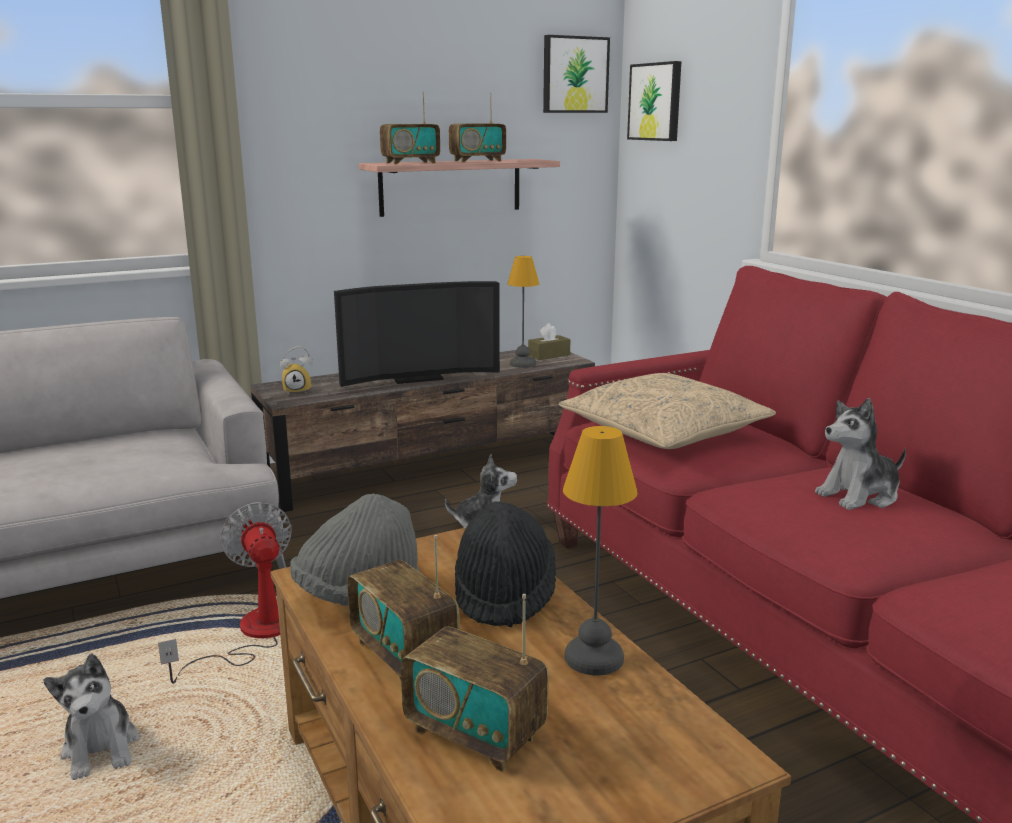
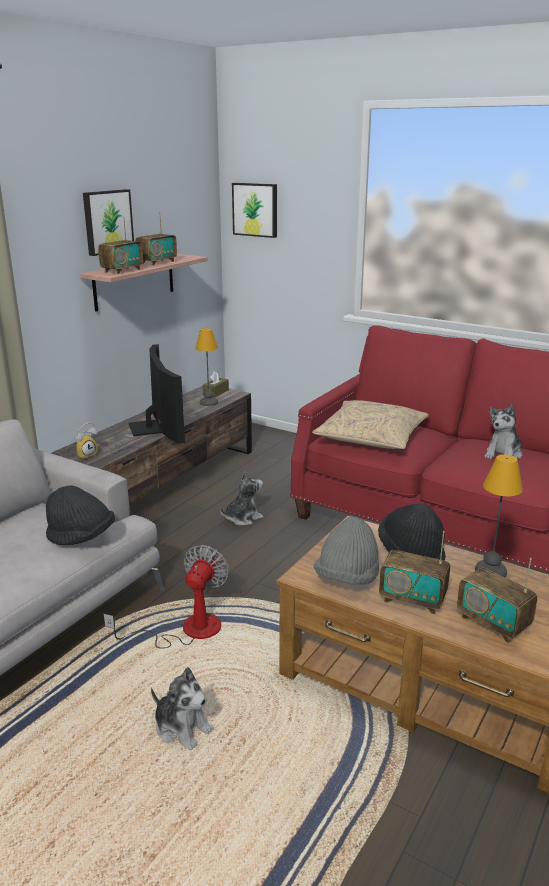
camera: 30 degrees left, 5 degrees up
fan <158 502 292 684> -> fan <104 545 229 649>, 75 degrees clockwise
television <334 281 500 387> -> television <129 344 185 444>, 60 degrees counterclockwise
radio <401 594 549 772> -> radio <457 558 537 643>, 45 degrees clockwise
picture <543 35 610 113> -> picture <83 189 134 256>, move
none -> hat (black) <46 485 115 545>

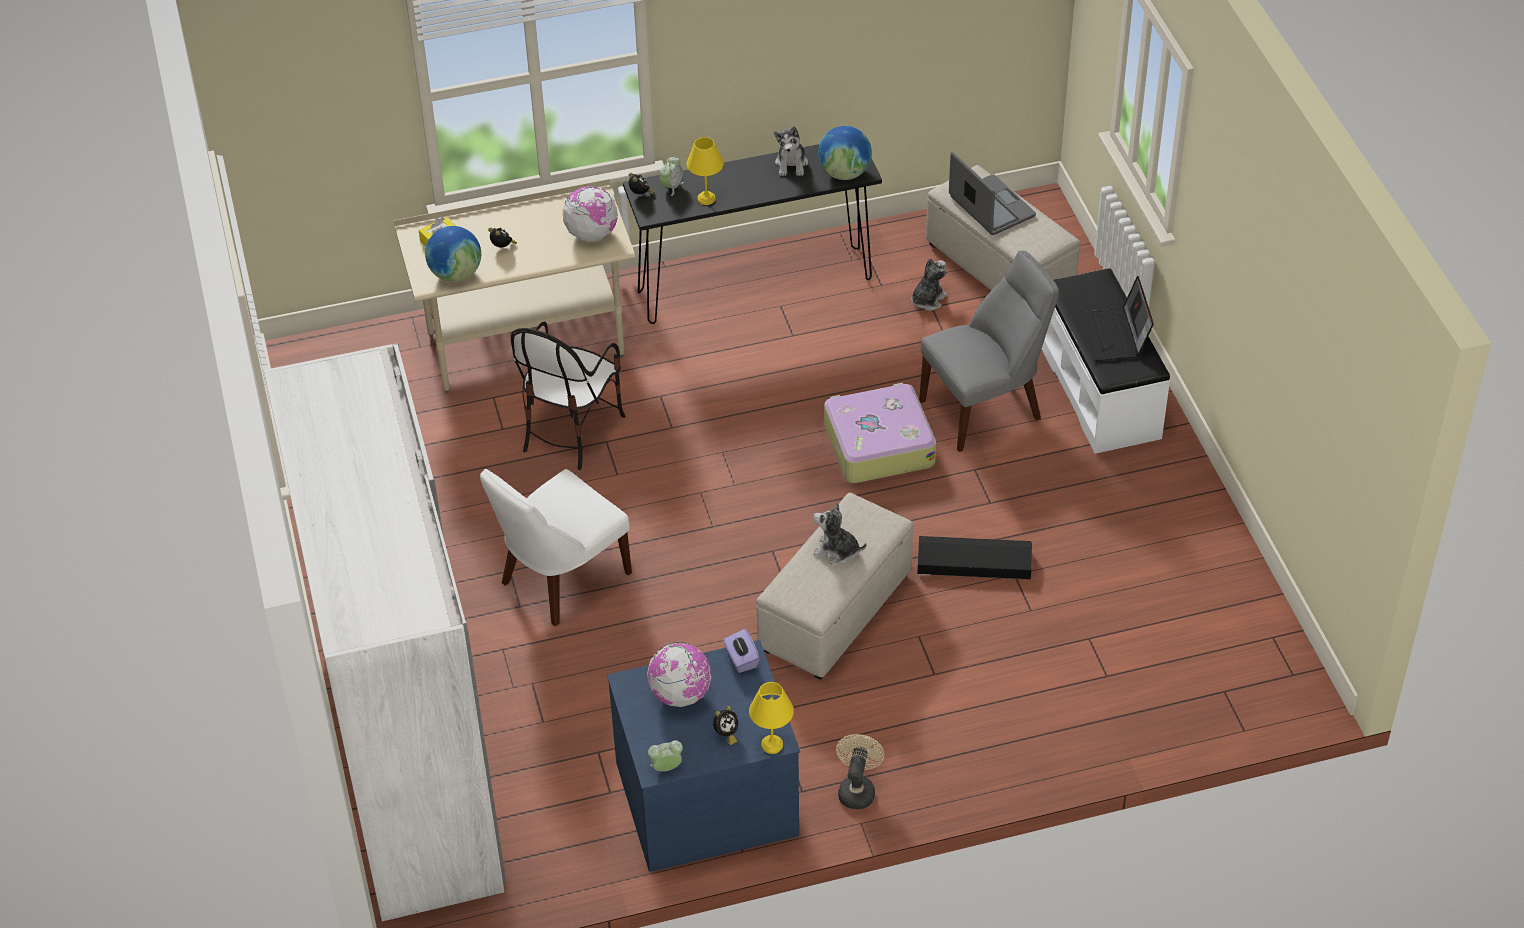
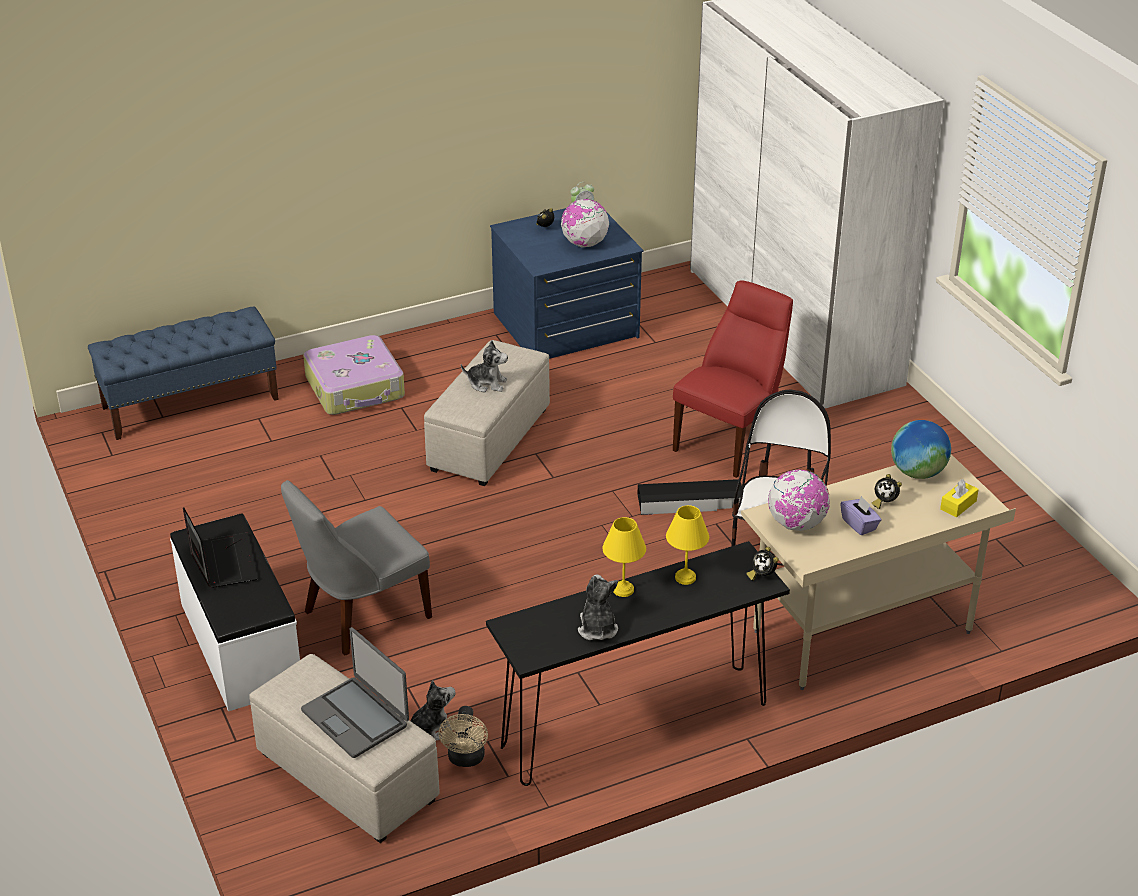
camera: 170 degrees right, 10 degrees down
chair (white) <480 469 632 626> -> chair (red) <673 280 793 478>
alarm clock <660 157 684 196> -> none
tissue box (purple) <723 629 760 673> -> tissue box (purple) <840 496 882 536>, move
table lamp (yellow) <749 682 794 754> -> table lamp (yellow) <603 517 646 597>, move
globe <818 126 872 180> -> none
suitcase <824 383 936 483> -> suitcase <303 335 405 415>, move
fan (beige) <836 734 885 809> -> fan (beige) <438 706 488 767>, move
plush toy <911 258 948 311> -> plush toy <411 680 456 740>, 150 degrees counterclockwise
storage box (black) <917 536 1032 579> -> storage box (black) <638 479 742 515>, move
none -> bench (blue) <88 307 279 440>

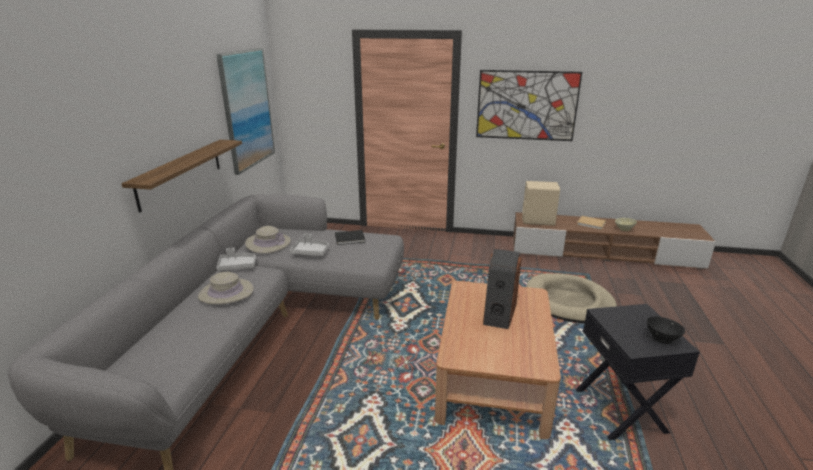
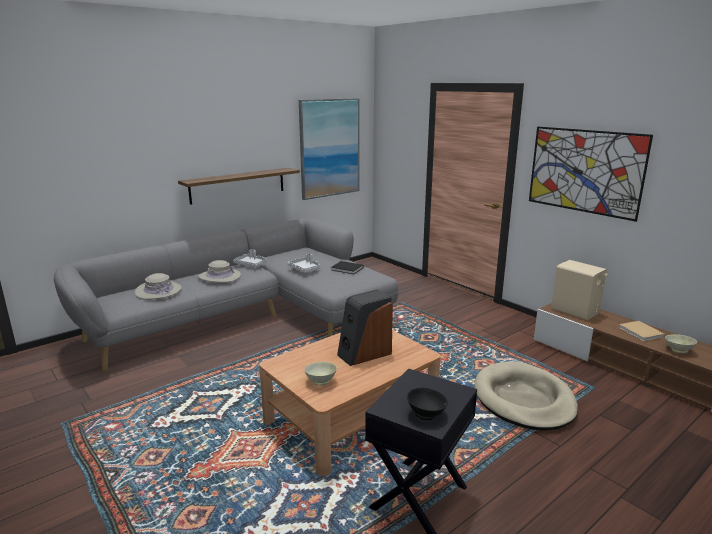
camera: 40 degrees right, 5 degrees down
hat (beige) <245 226 291 254> -> hat (beige) <135 273 182 300>, move
none -> bowl (beige) <304 362 337 386>

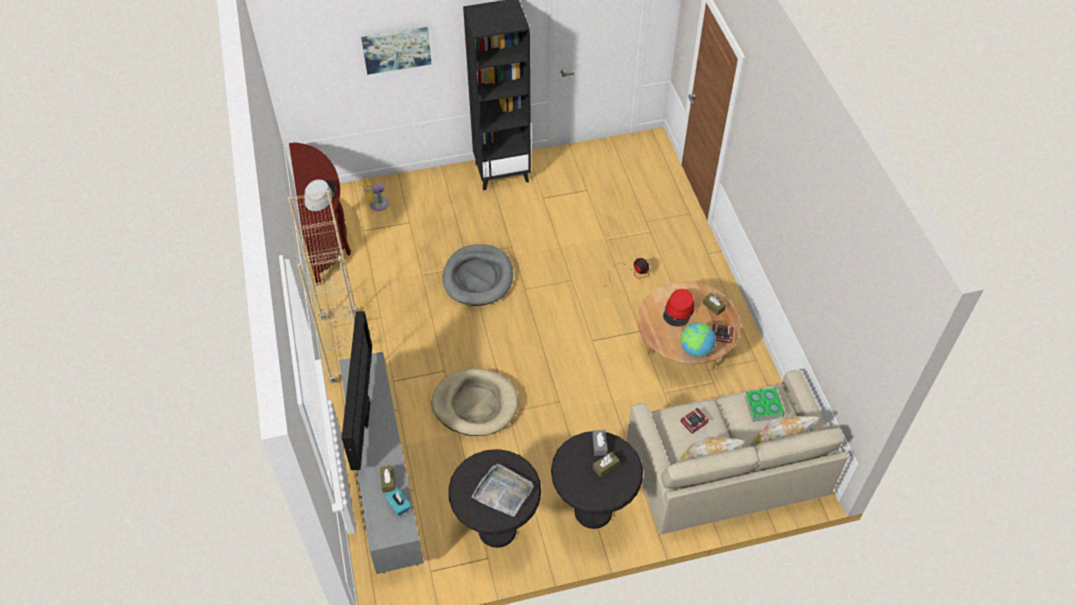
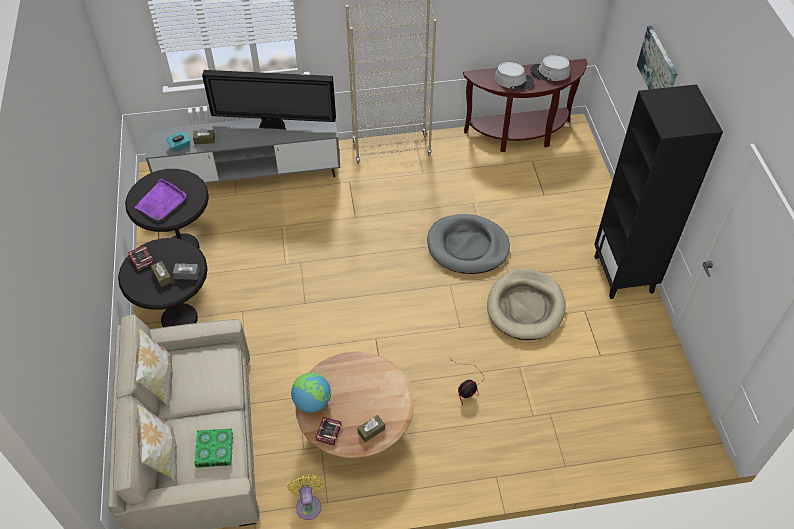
camera: 95 degrees right, 0 degrees up
fan (yellow) <363 178 389 211> -> fan (yellow) <288 474 322 520>, move
dog bed (beige) <432 368 518 436> -> dog bed (beige) <487 269 566 340>, move
tray (grey) <471 464 534 517> -> tray (purple) <135 179 186 221>
hat (red) <663 289 694 327> -> none
book <681 408 709 434> -> book <128 245 154 271>, move
none -> hat (grey) <530 55 570 81>

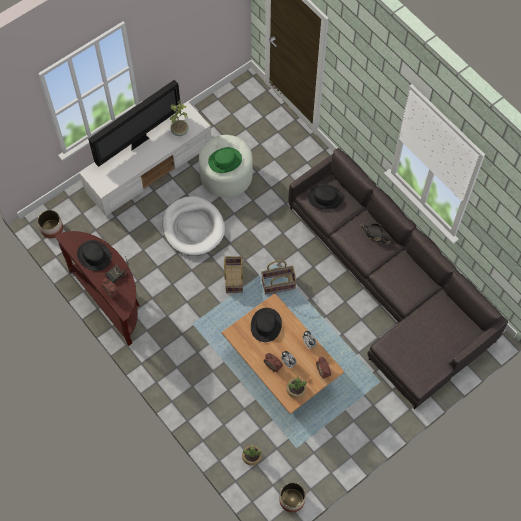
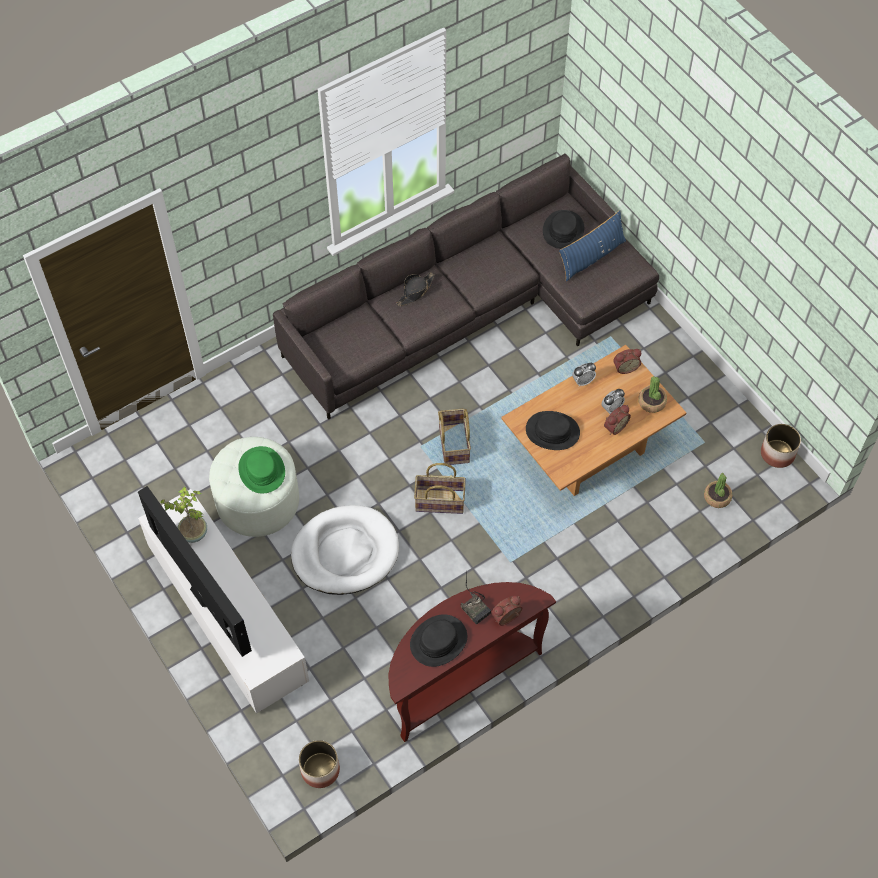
camera: 85 degrees left, 5 degrees down
hat (black) <308 184 343 210> -> hat (black) <543 210 584 249>, move
none -> pillow (blue) <559 210 626 281>

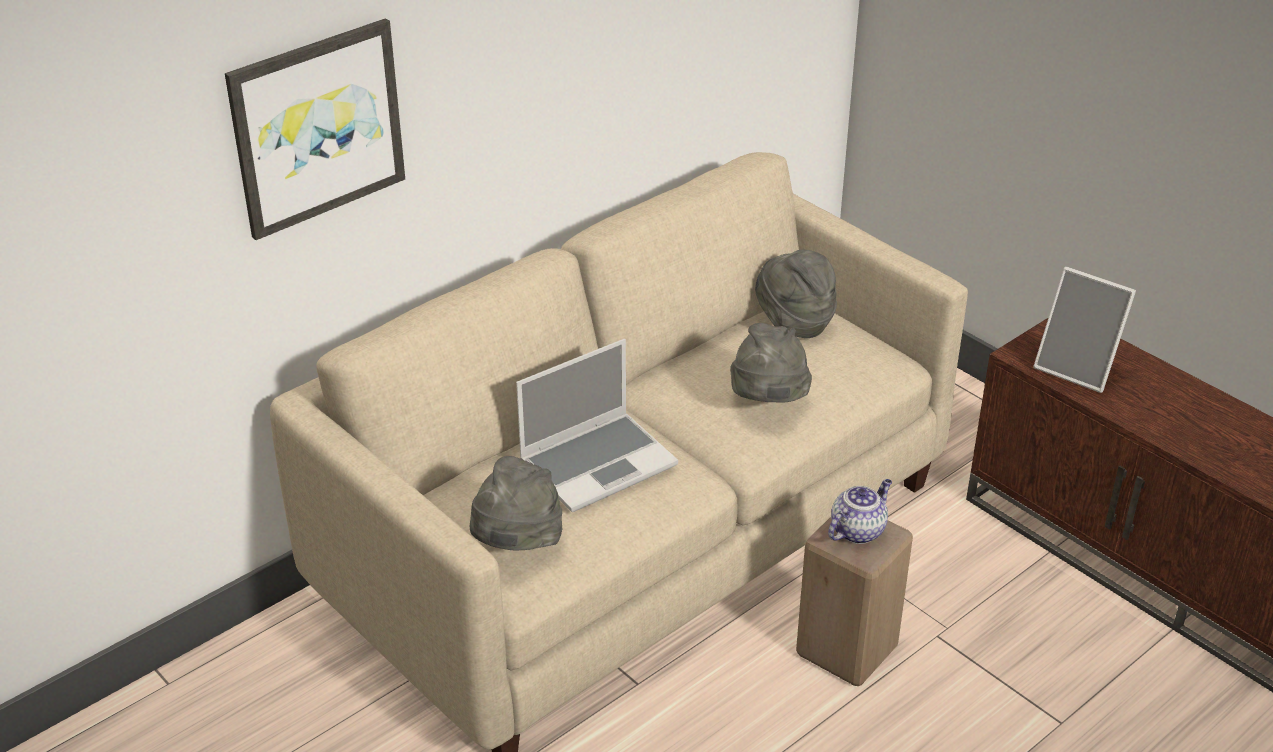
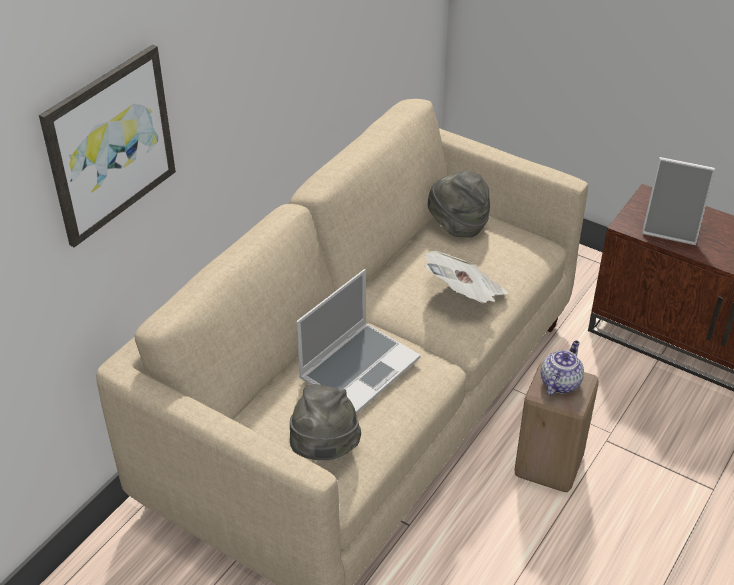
camera: 15 degrees left, 5 degrees up
hat (grey) <730 323 812 403> -> newspaper <424 251 508 304>

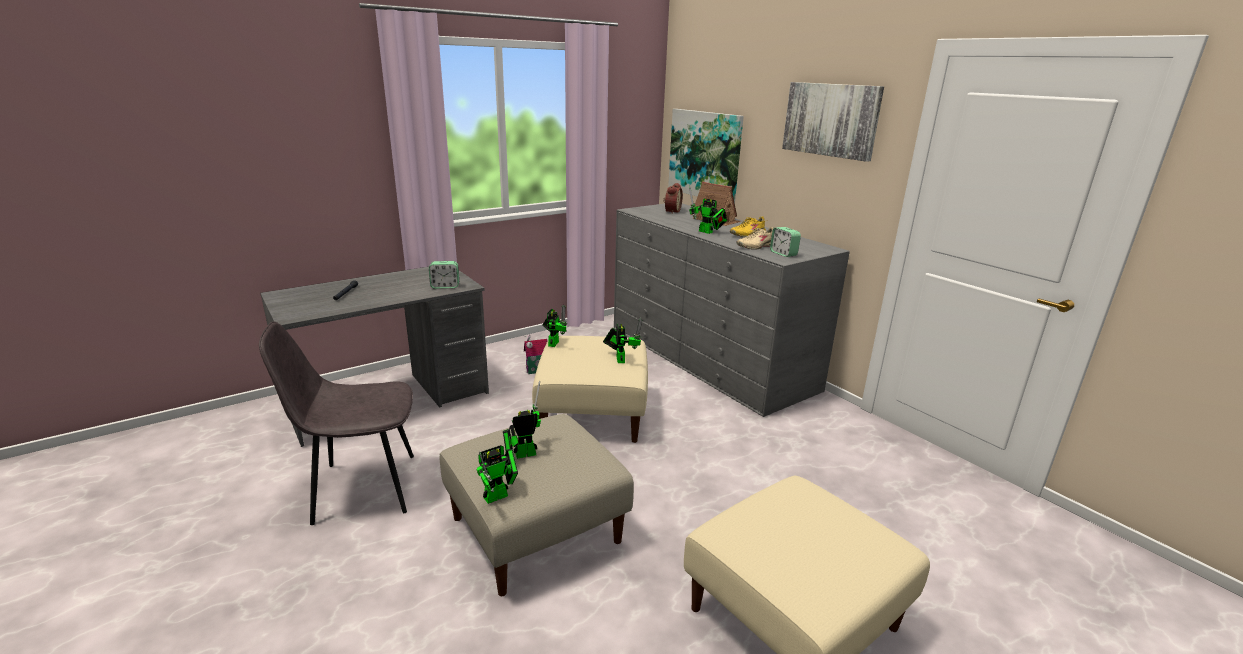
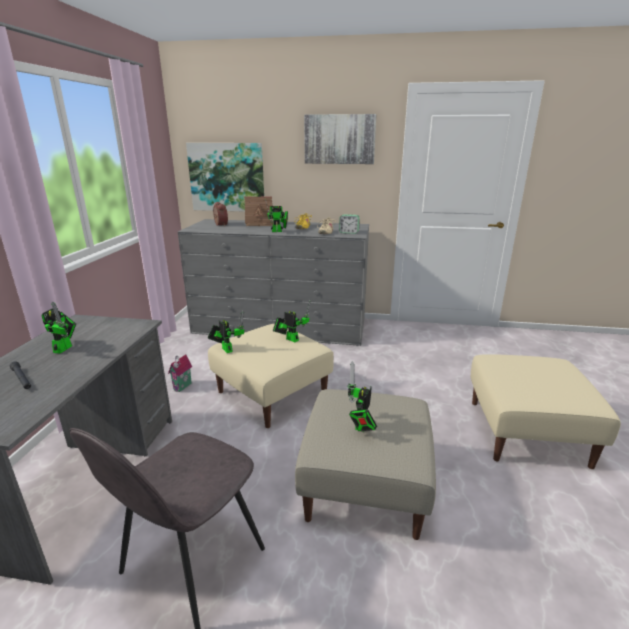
camera: 45 degrees left, 0 degrees up
alarm clock <429 261 459 289> -> none
toy robot <476 445 518 504> -> toy robot <42 302 76 354>, move

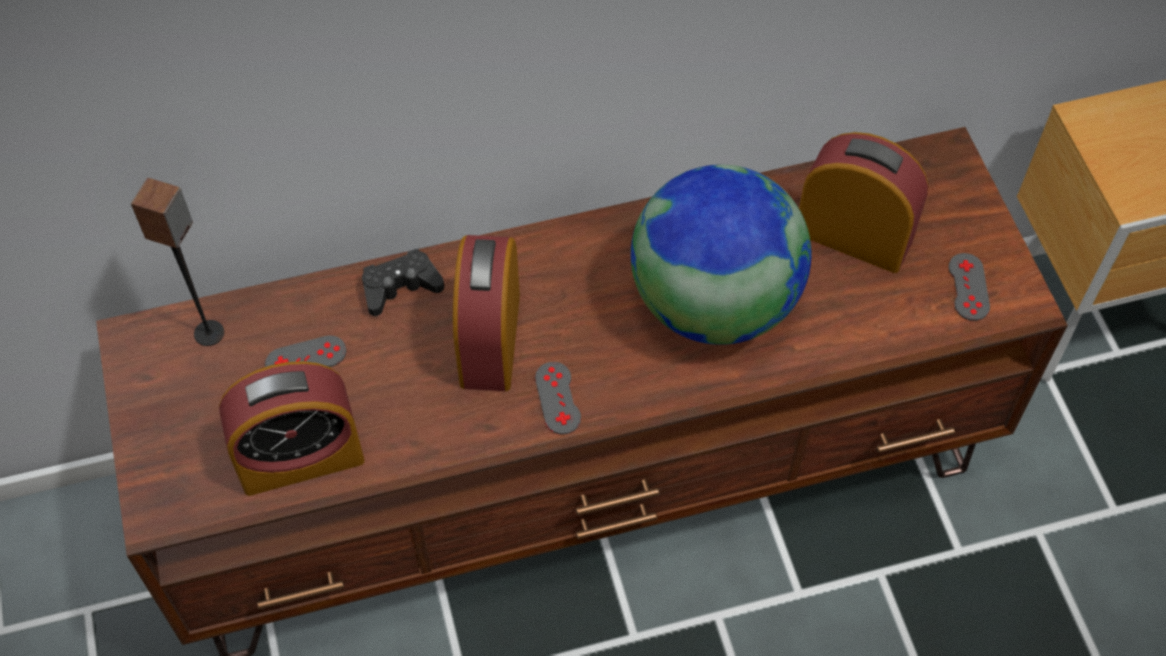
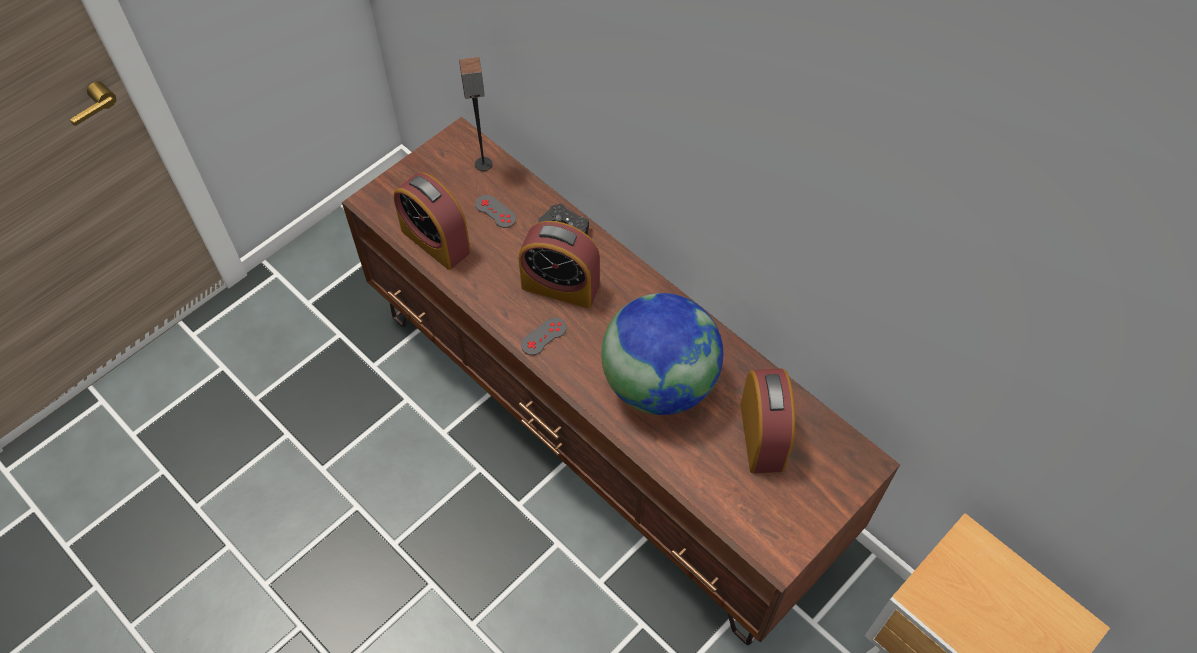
camera: 60 degrees right, 0 degrees up
alarm clock <453 235 520 391> -> alarm clock <518 221 600 308>, 135 degrees counterclockwise
game controller (grey) <949 253 990 321> -> none

